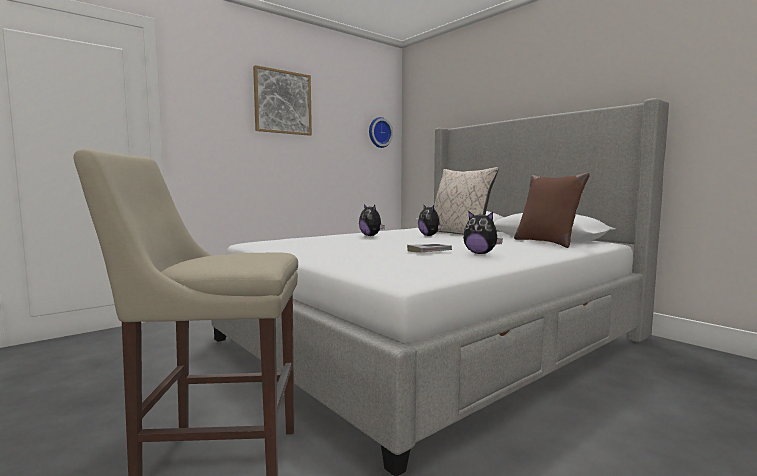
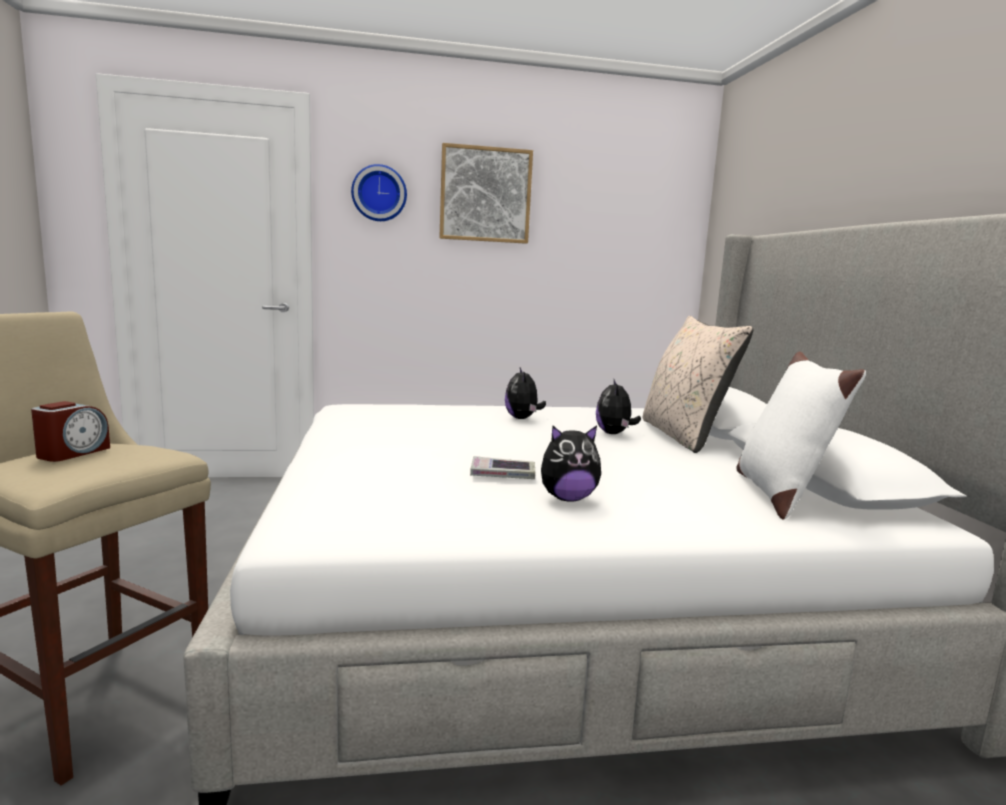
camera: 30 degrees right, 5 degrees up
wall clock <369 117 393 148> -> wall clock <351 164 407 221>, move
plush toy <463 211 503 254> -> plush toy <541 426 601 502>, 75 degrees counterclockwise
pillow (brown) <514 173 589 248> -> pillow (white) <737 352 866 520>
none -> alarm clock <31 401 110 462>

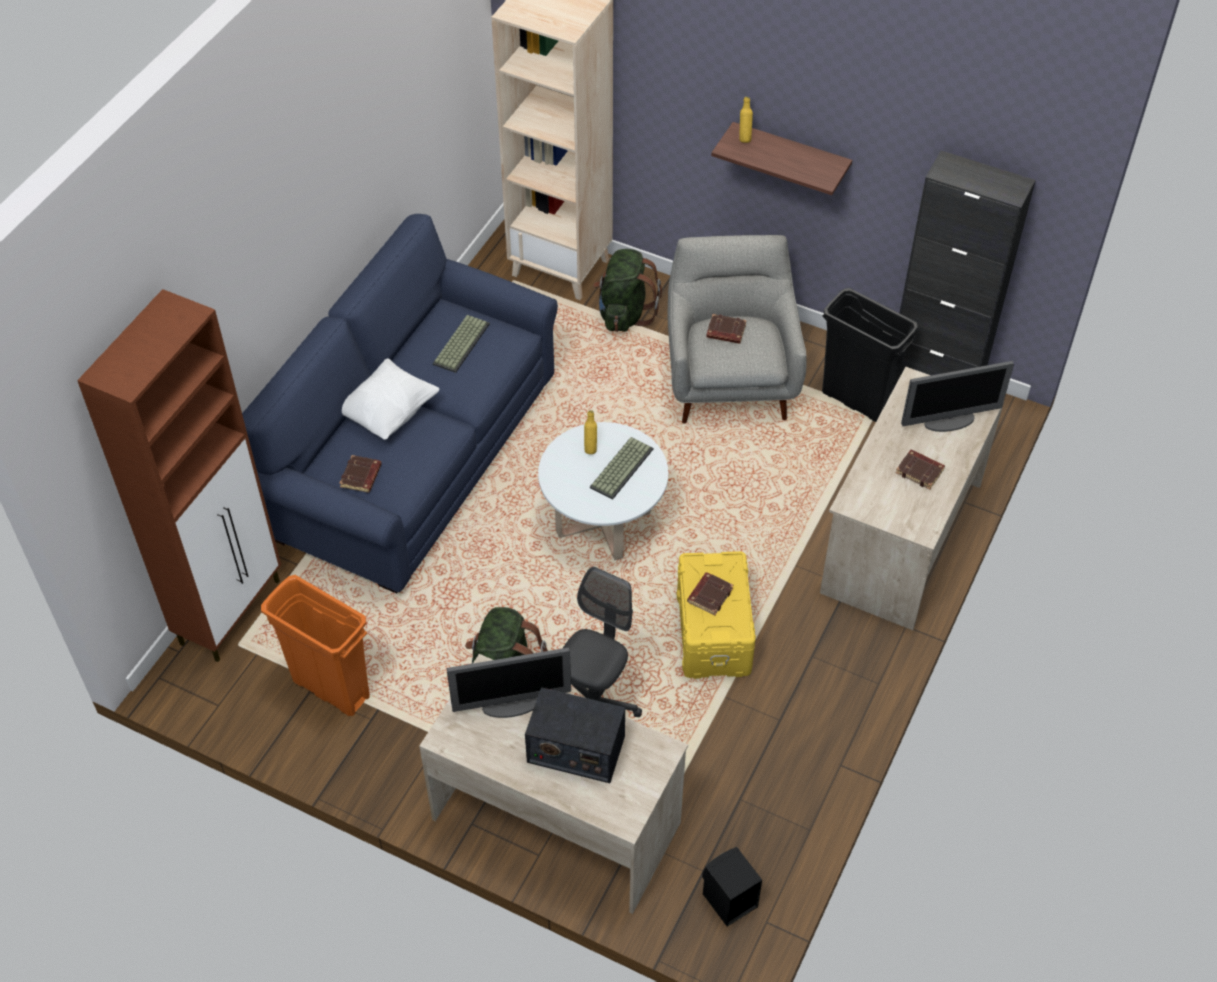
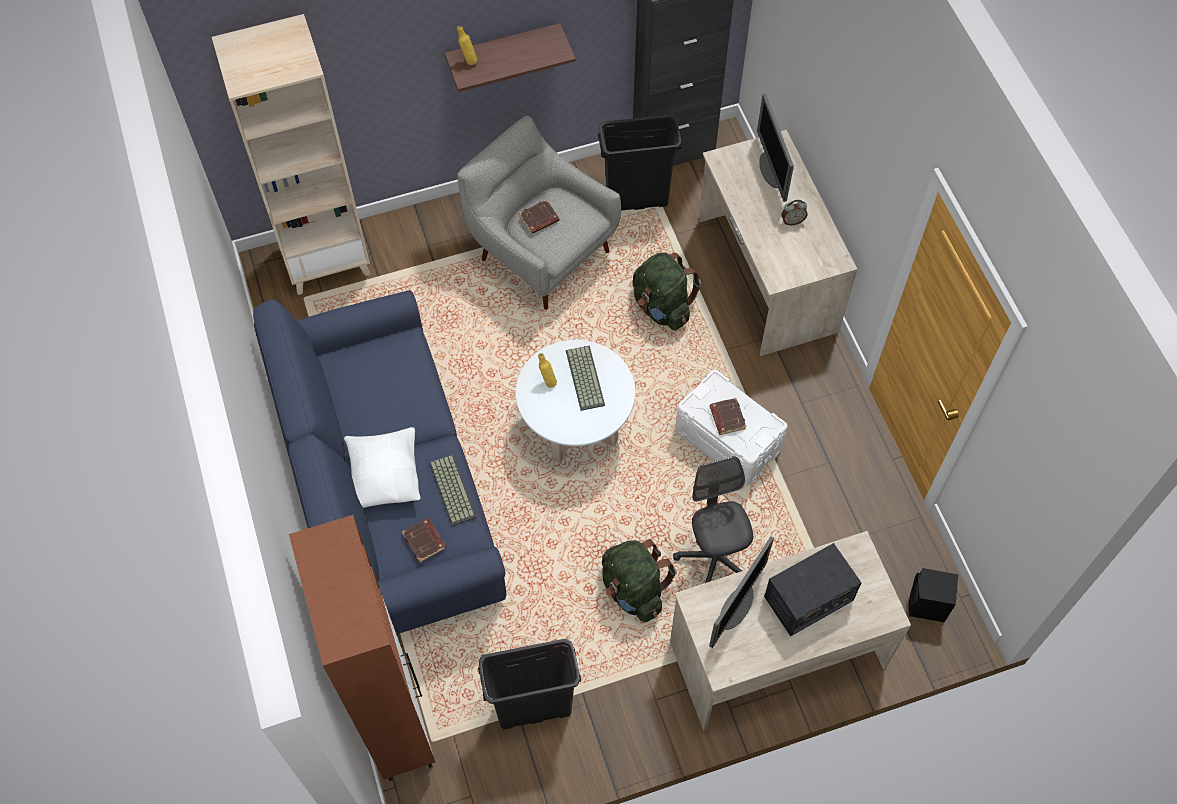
camera: 45 degrees left, 10 degrees up
trash can (orange) <261 575 370 716> -> trash can (black) <478 638 582 730>
keyboard <433 315 490 373> -> keyboard <429 454 477 526>, move
backpack (green) <593 249 662 332> -> backpack (green) <633 252 701 330>, move
storage box (yellow) <677 551 756 679> -> storage box (white) <675 370 788 486>
book (brown) <896 449 945 489> -> alarm clock <781 200 808 225>
monitor <901 361 1014 432> -> monitor <757 94 794 202>, 135 degrees clockwise

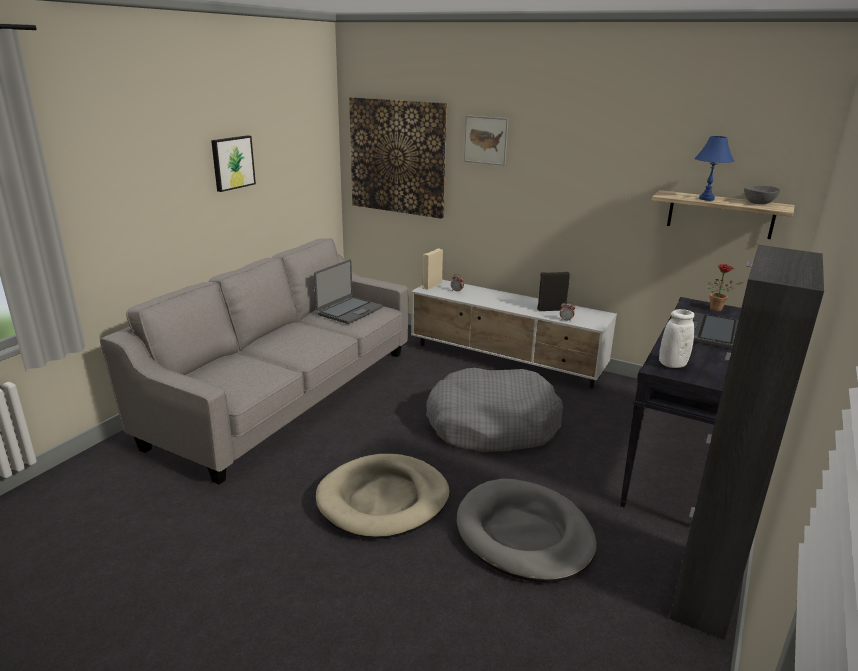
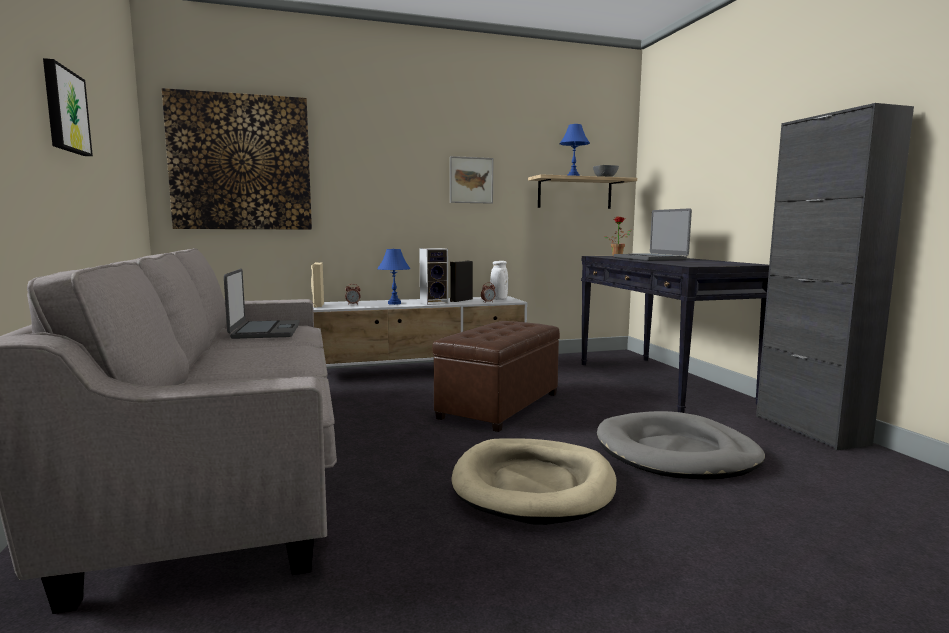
camera: 45 degrees left, 15 degrees down
dog bed (grey) <426 368 563 453> -> ottoman (brown) <432 321 560 432>
picture <464 115 508 166> -> picture <450 156 493 204>, move
vase (white) <659 309 695 368> -> vase (white) <490 261 508 300>, move
none -> table lamp (blue) <377 249 410 305>
none -> speaker <419 248 448 305>

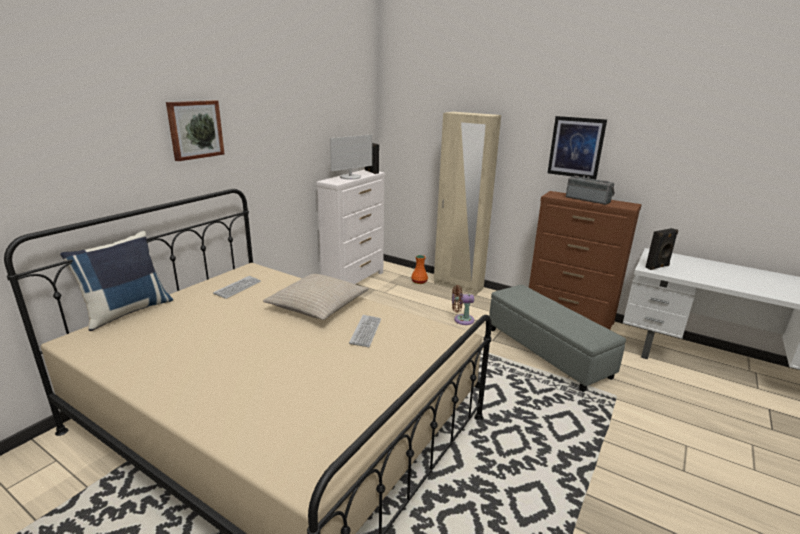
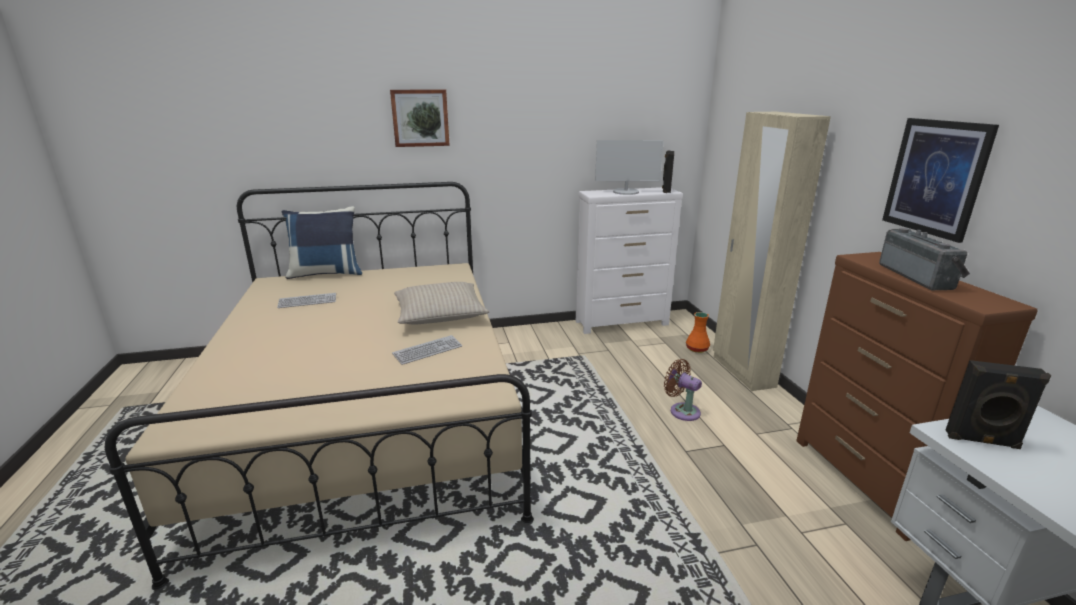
camera: 45 degrees right, 0 degrees up
keyboard <213 276 261 299> -> keyboard <277 293 336 308>, move
ottoman (grey) <489 285 626 392> -> none

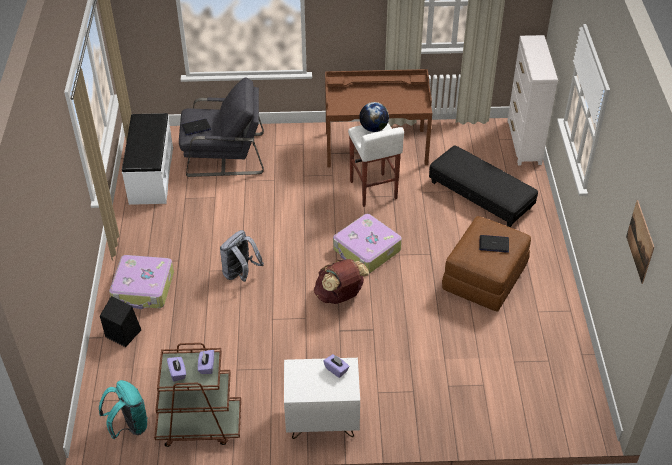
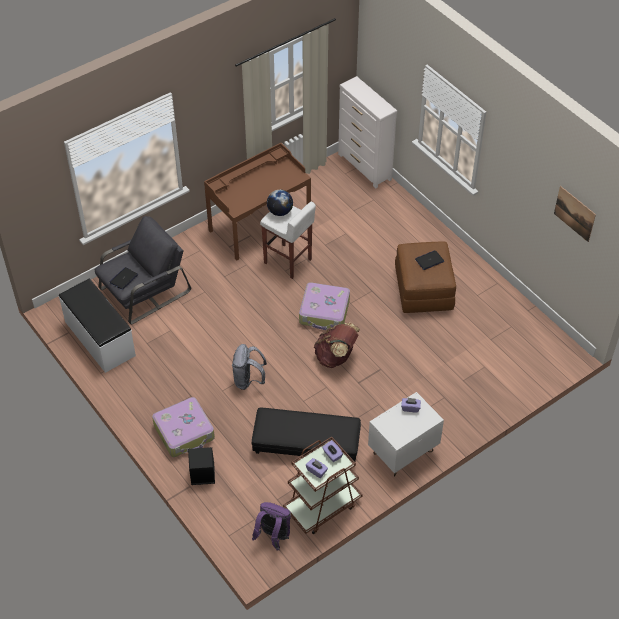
camera: 35 degrees left, 5 degrees up
backpack (turquoise) <99 380 148 439> -> backpack (purple) <252 502 291 551>
ottoman (black) <429 146 538 227> -> ottoman (black) <252 408 361 462>, move

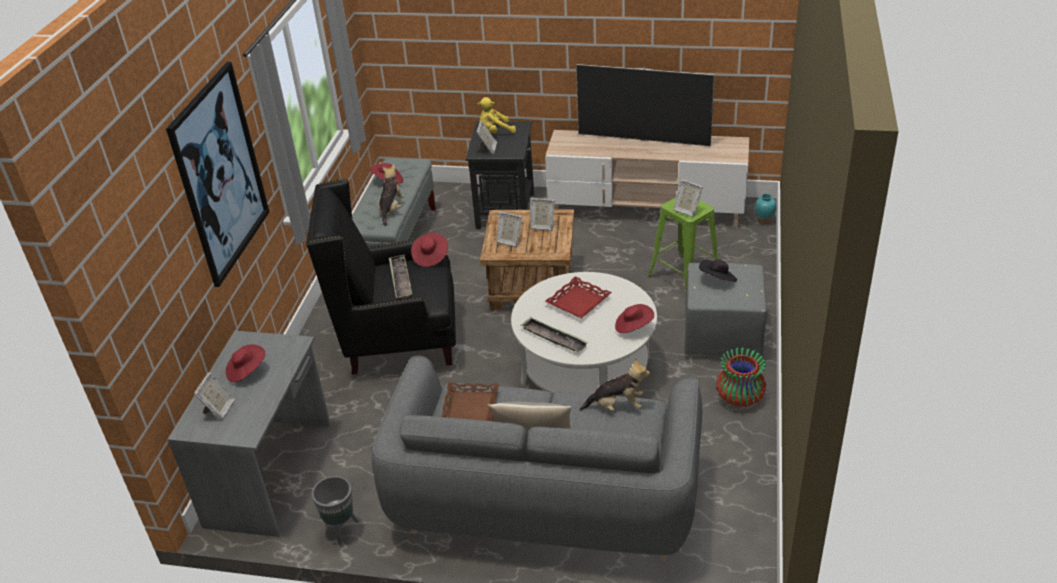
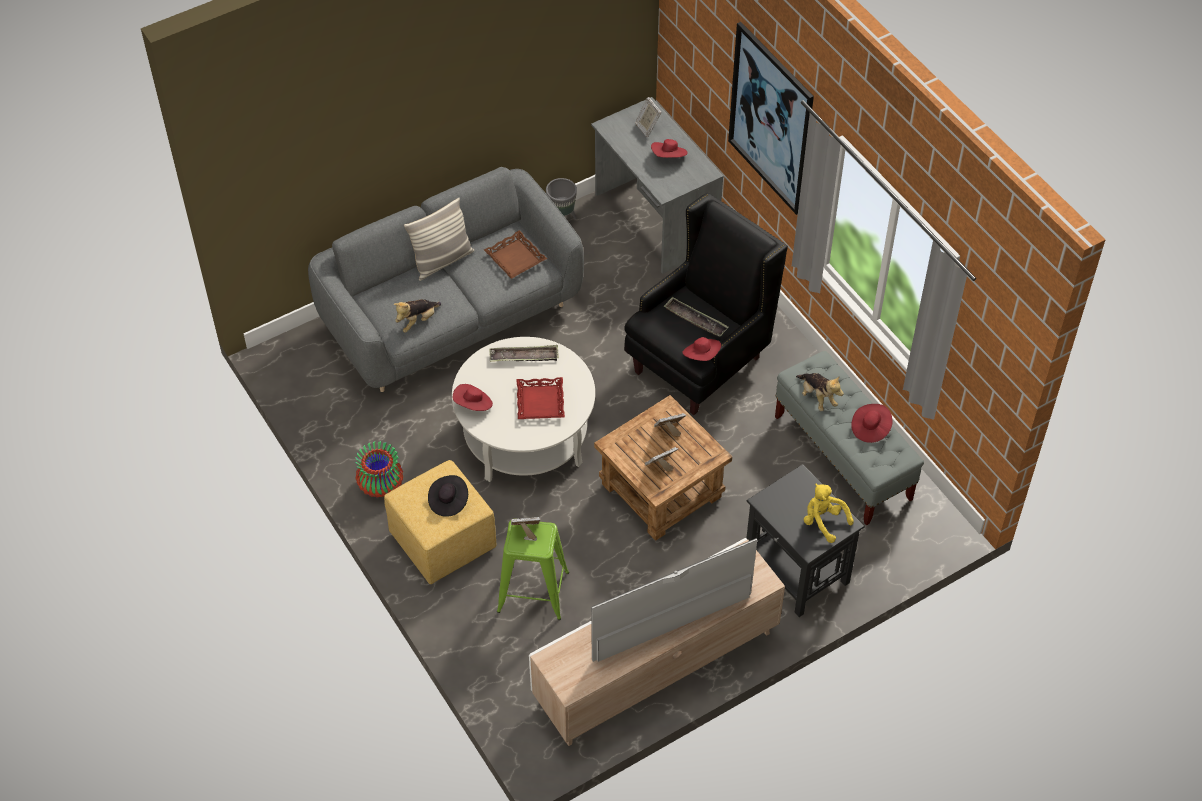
camera: 135 degrees right, 15 degrees up
plush toy (yellow) <477 97 516 133> -> plush toy (yellow) <804 484 854 543>, 75 degrees counterclockwise
picture frame <477 121 497 154> -> none
ottoman (grey) <684 263 767 357> -> ottoman (yellow) <384 460 497 584>
vase (turquoise) <755 194 776 225> -> none

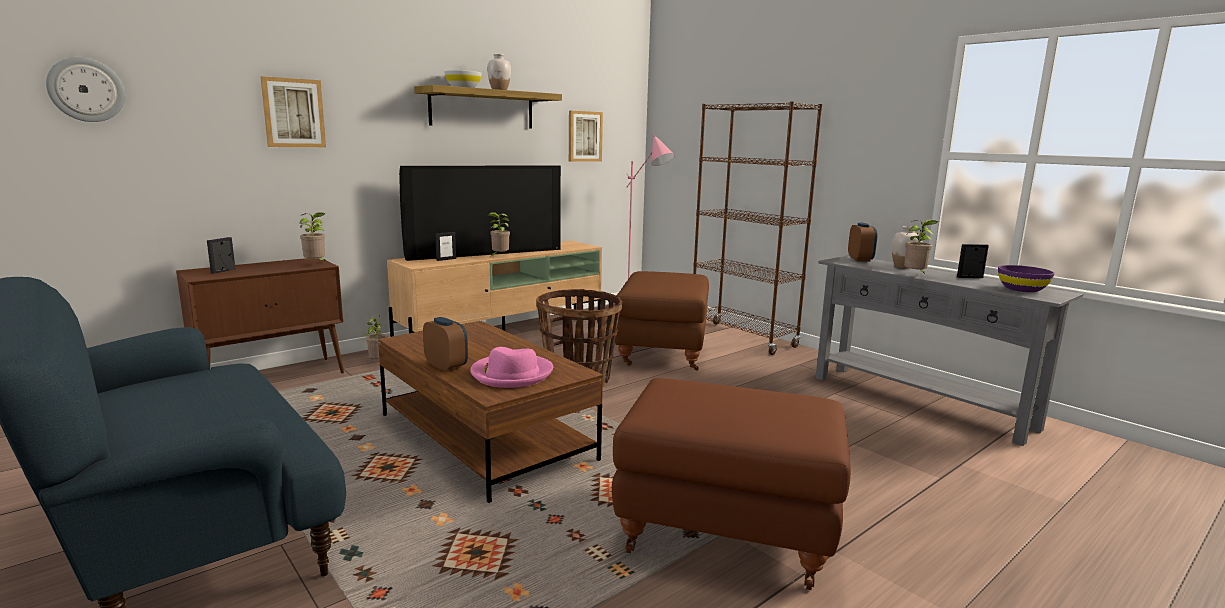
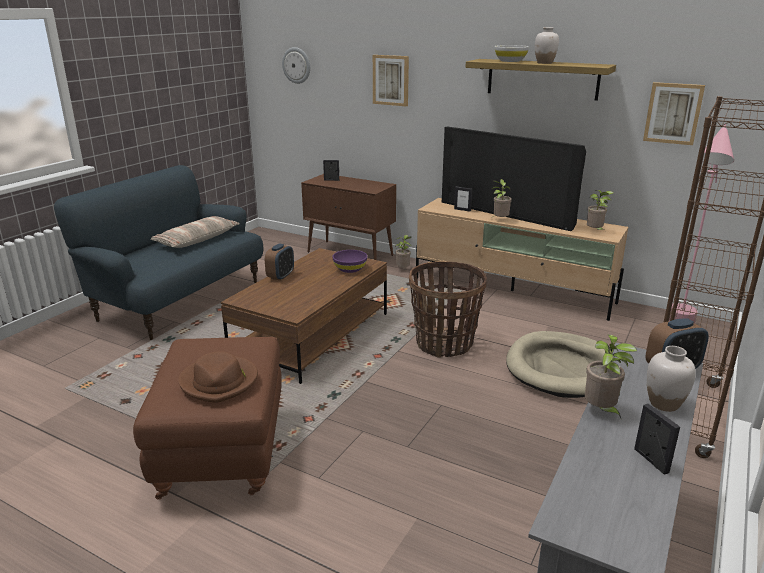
camera: 70 degrees right, 10 degrees up
potted plant <299 212 326 261> -> potted plant <587 190 614 230>, move
hat (pink) <470 347 553 388> -> none
ottoman (brown) <614 271 709 371> -> dog bed (beige) <506 331 605 398>
bowl (purple) <998 265 1054 292> -> bowl (purple) <333 250 367 273>, move
none -> pillow <151 216 240 248>
none -> hat (brown) <178 351 258 403>

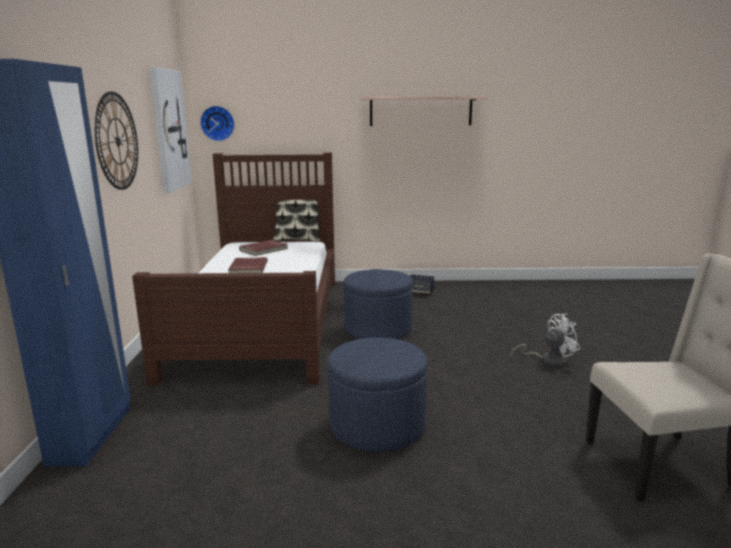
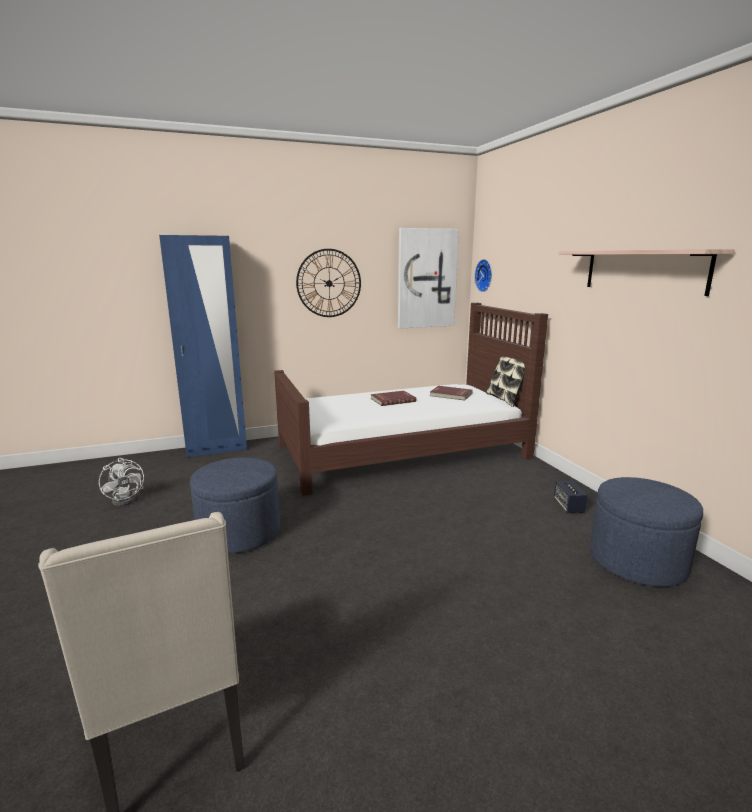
camera: 70 degrees right, 0 degrees up
ottoman (blue) <344 269 413 339> -> ottoman (blue) <590 477 703 587>, move
fan (white) <510 314 580 366> -> fan (white) <99 458 144 506>, move

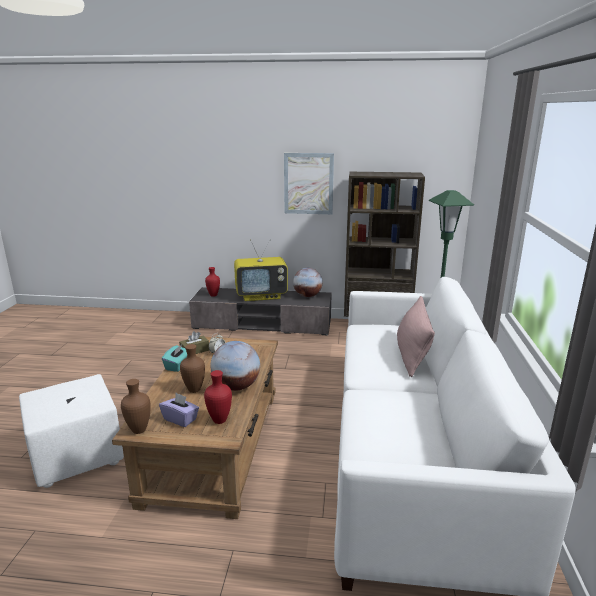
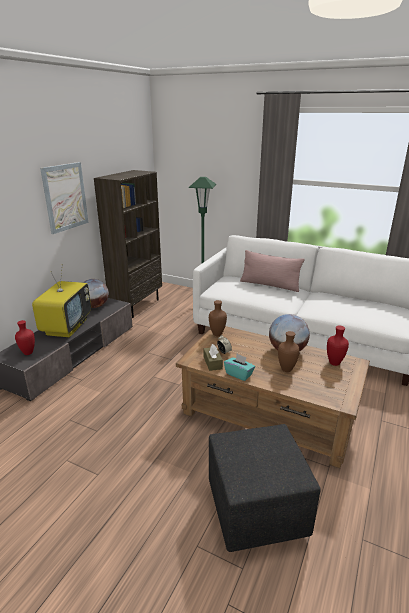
camera: 70 degrees left, 5 degrees up
ottoman (white) <19 374 124 488> -> ottoman (black) <209 424 321 552>
vase (brown) <121 379 151 434> -> vase (brown) <209 300 227 336>, move
tissue box (purple) <159 393 199 427> -> none

